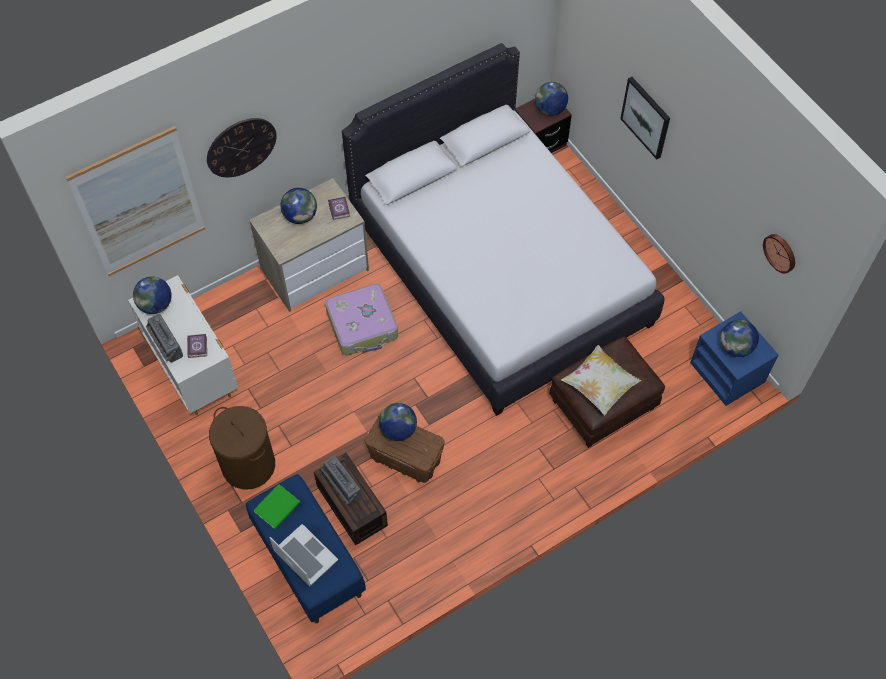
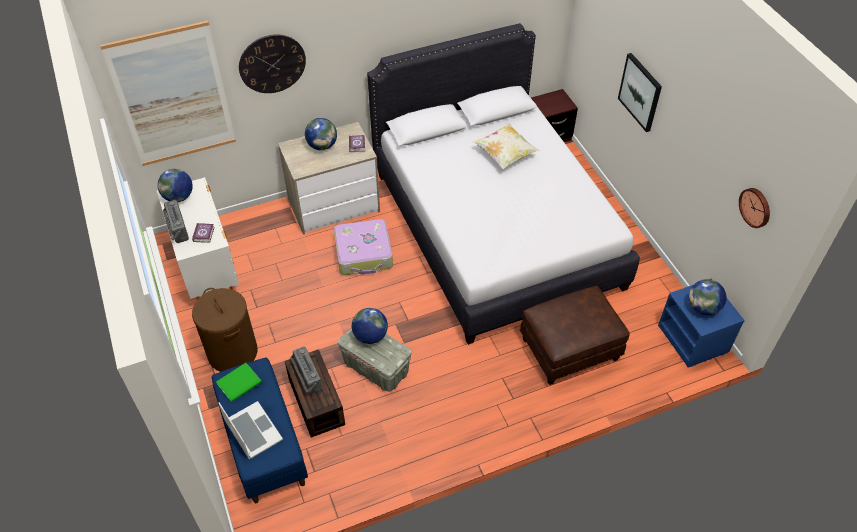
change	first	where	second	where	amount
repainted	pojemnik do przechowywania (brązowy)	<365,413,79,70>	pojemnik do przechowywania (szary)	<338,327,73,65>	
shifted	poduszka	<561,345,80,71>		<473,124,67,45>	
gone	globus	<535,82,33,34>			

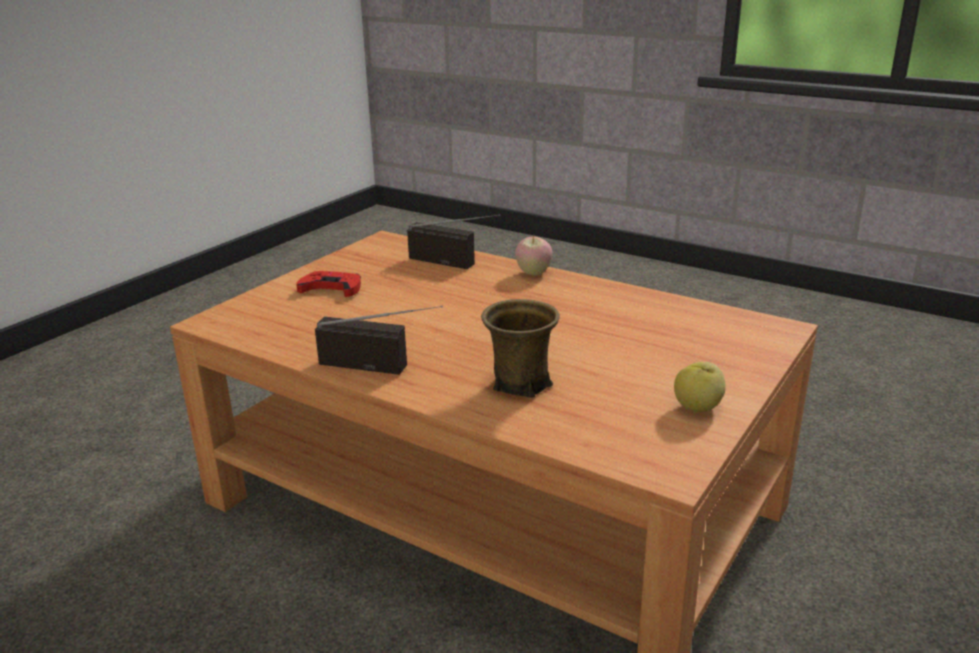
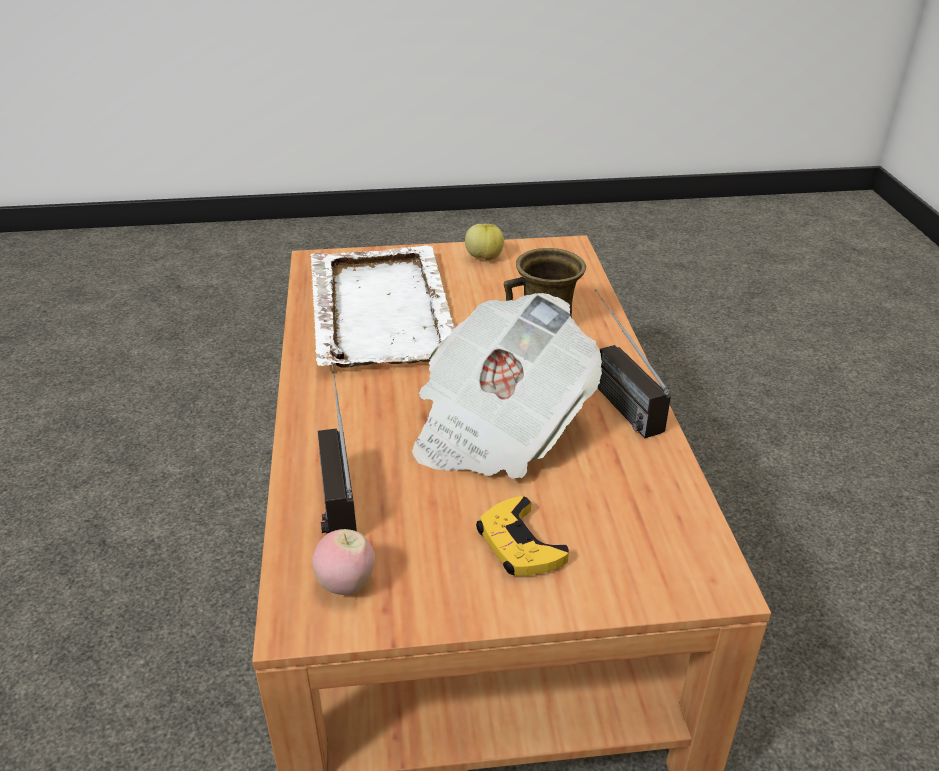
change	first	where	second	where	amount
new			taca (biały)	<311,245,144,123>	
shifted	jabłko	<515,236,38,40>		<312,529,63,66>	
new			gazeta	<412,293,190,186>	
repainted	pad do gier (czerwony)	<296,271,65,26>	pad do gier (żółty)	<476,496,93,80>	

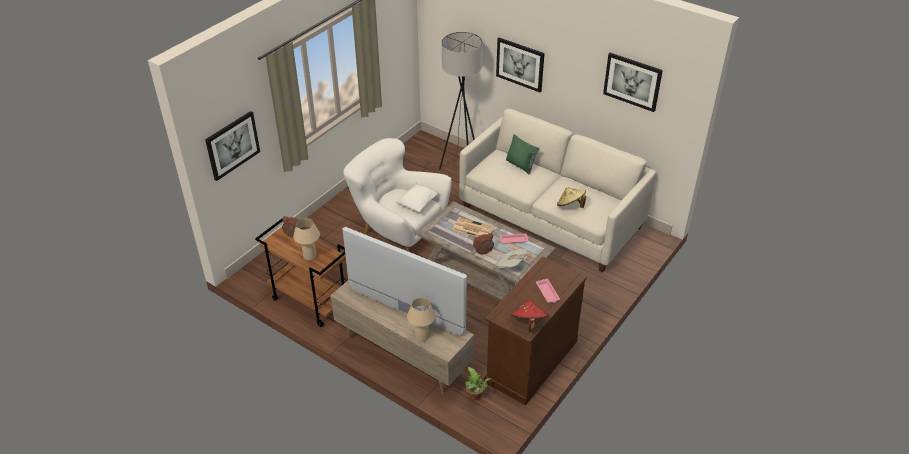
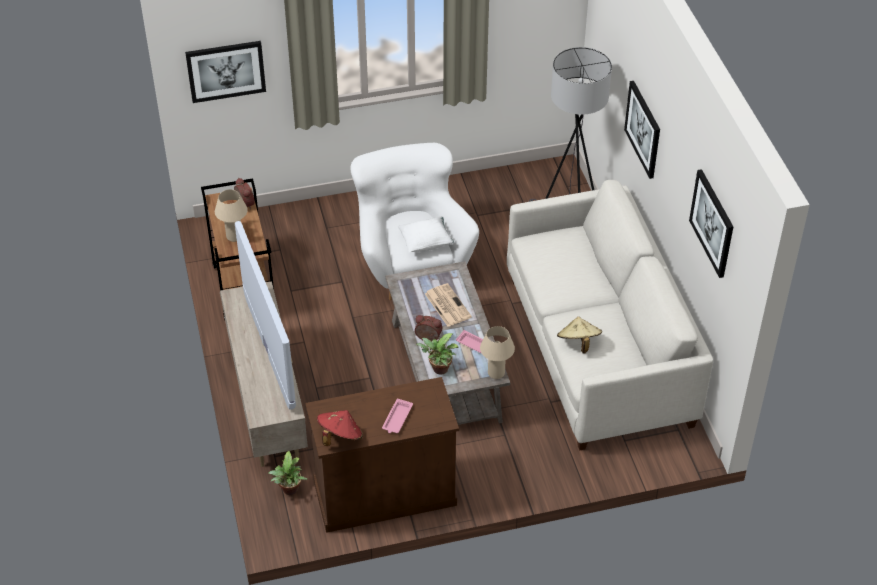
change	first	where	second	where	amount
swapped	gazeta	<495,249,33,19>	roślina doniczkowa	<416,333,43,42>	
shifted	lampa stołowa (beżowy)	<407,298,29,44>		<480,326,35,53>	
gone	poduszka (zielony)	<506,134,34,40>			

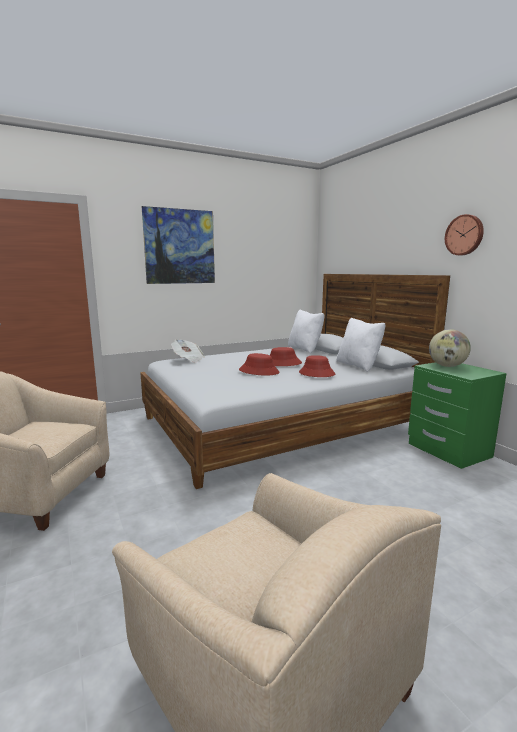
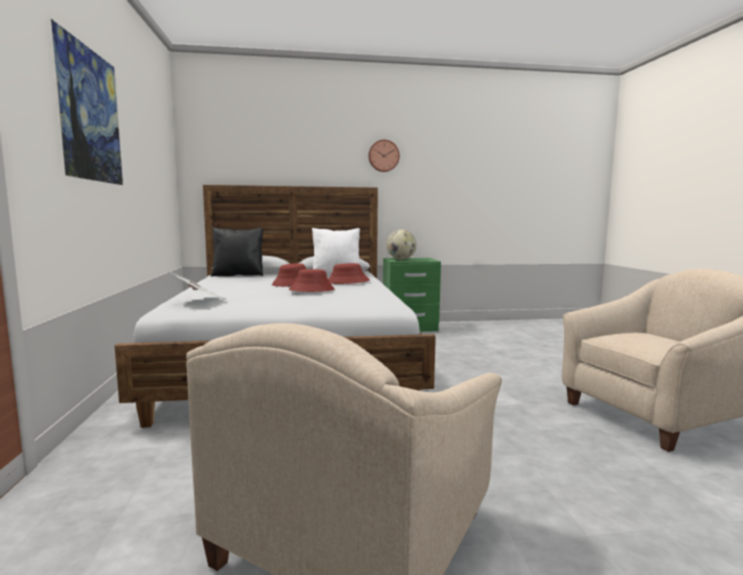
change	first	where	second	where	amount
repainted	poduszka (biały)	<288,310,36,43>	poduszka (czarny)	<211,227,52,50>	

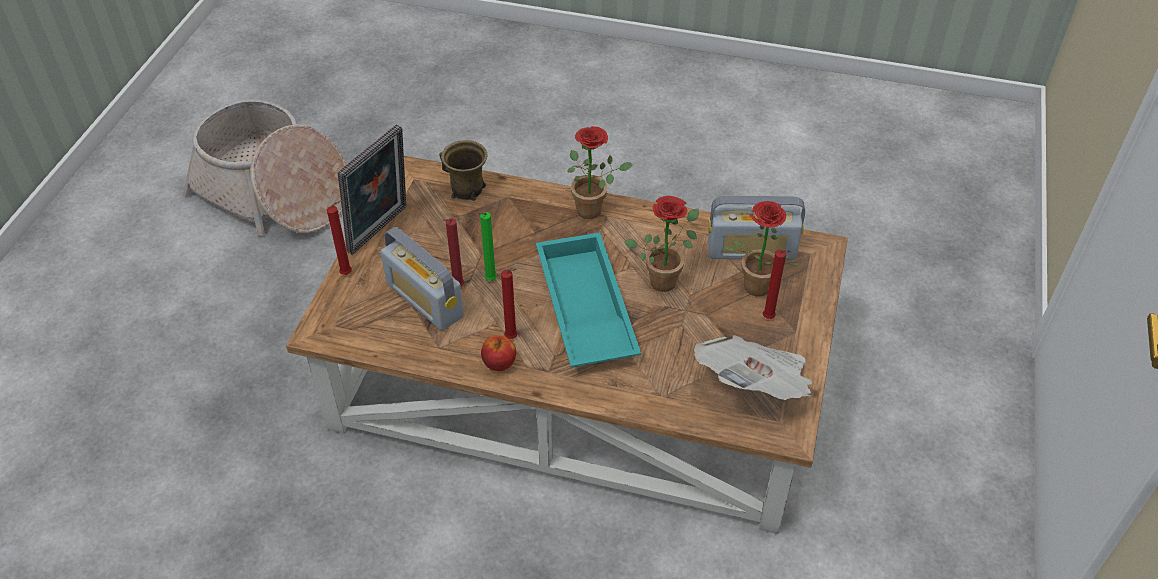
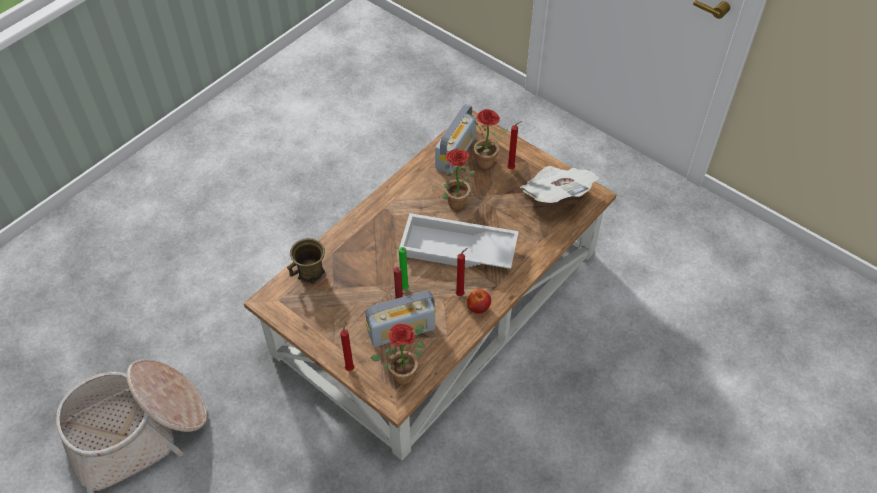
change	first	where	second	where	amount
shifted	roślina doniczkowa	<567,126,66,93>		<370,323,55,62>	
repainted	taca (turkusowy)	<536,233,105,134>	taca (biały)	<399,213,120,56>	
gone	ramka na zdjęcie	<338,124,68,131>			

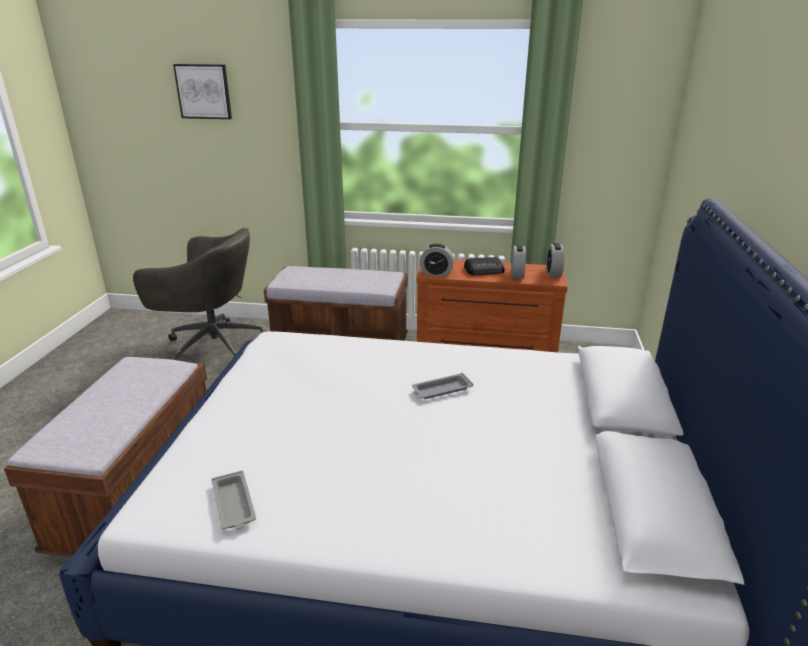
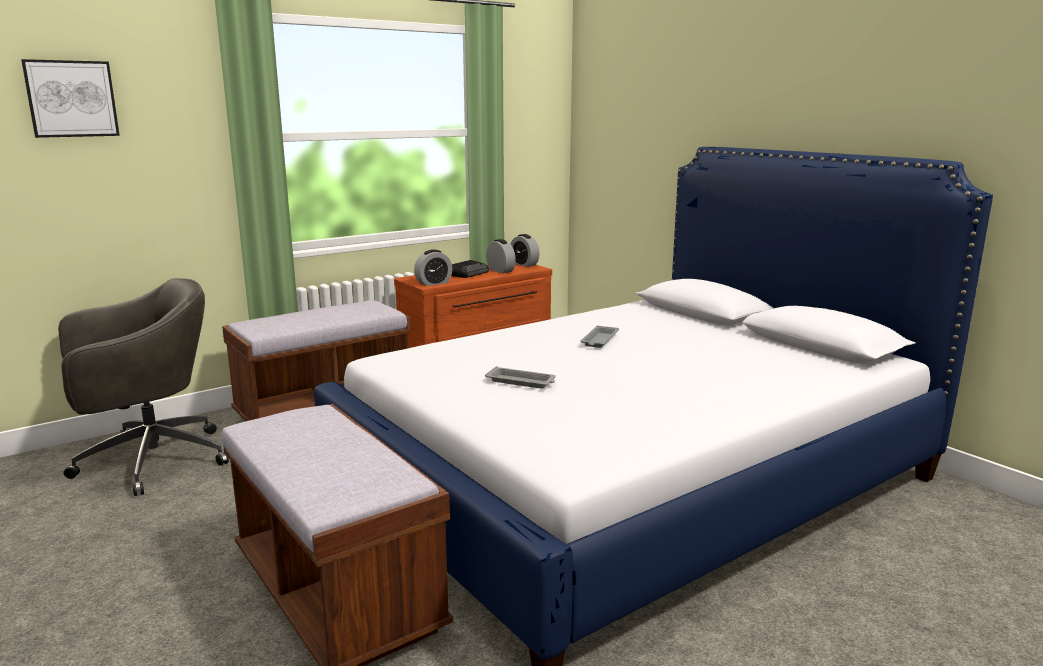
change	first	where	second	where	amount
shifted	taca (szary)	<211,471,45,58>		<485,366,71,23>	

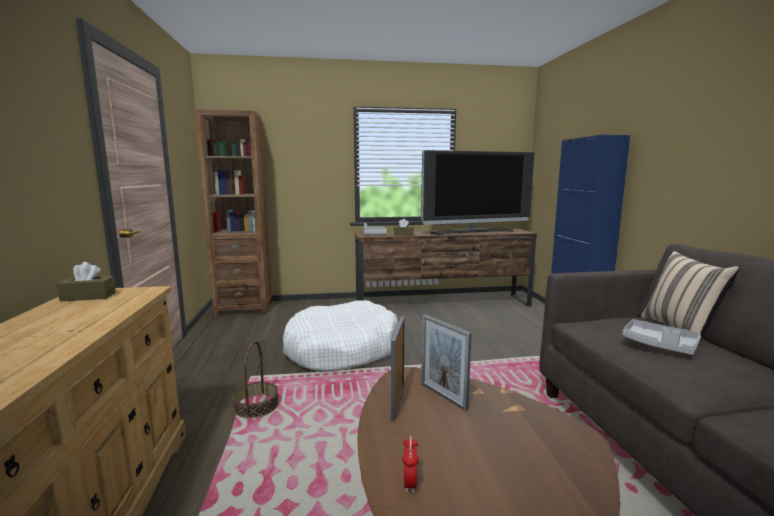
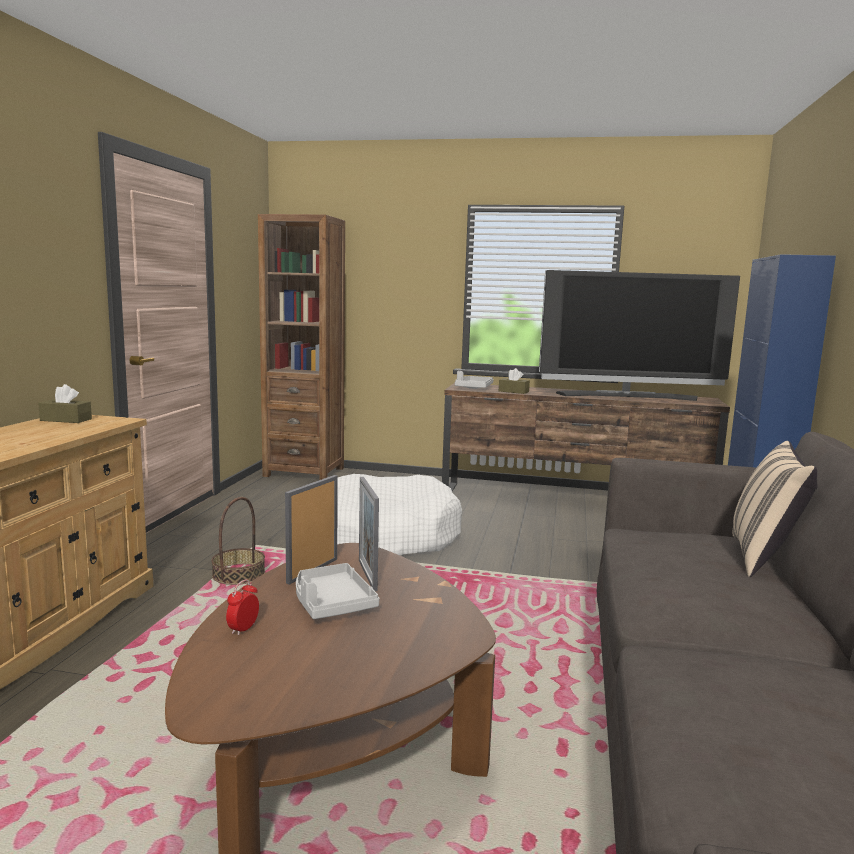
change	first	where	second	where	amount
shifted	taca (szary)	<622,319,79,36>		<296,563,84,56>	

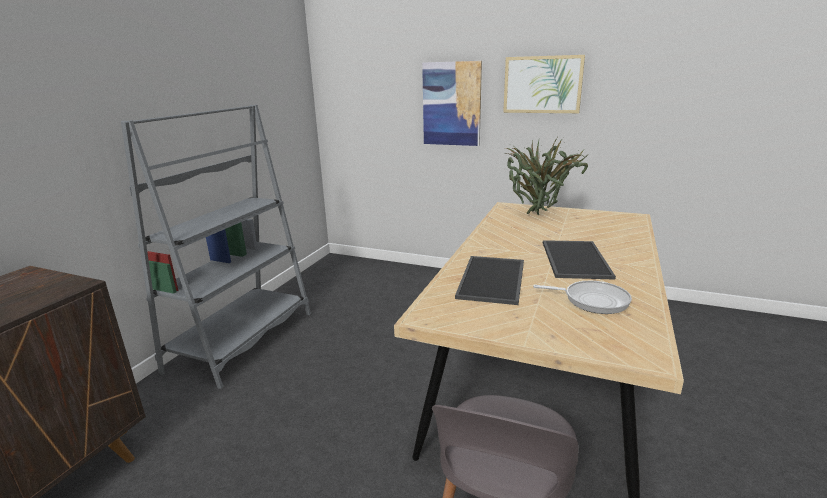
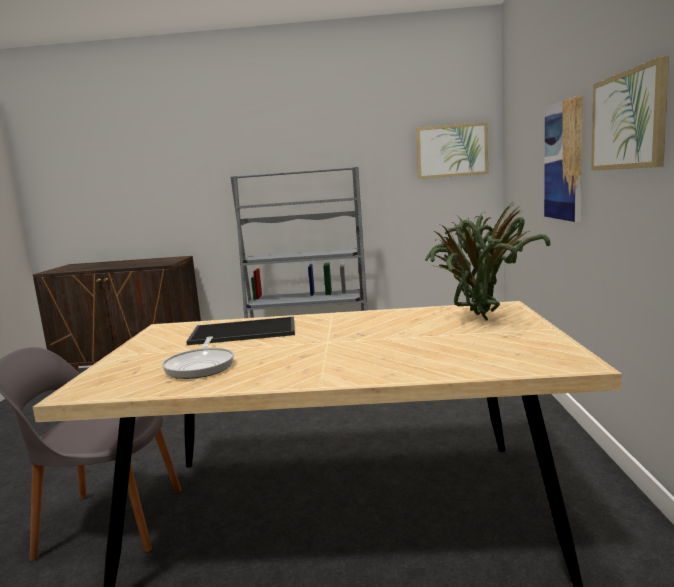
change	first	where	second	where	amount
new			obraz	<416,122,72,57>	
gone	taca	<543,240,73,40>			

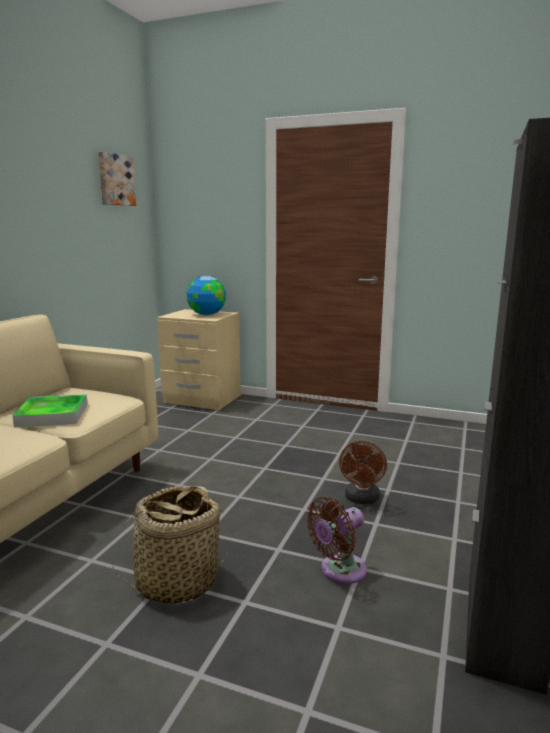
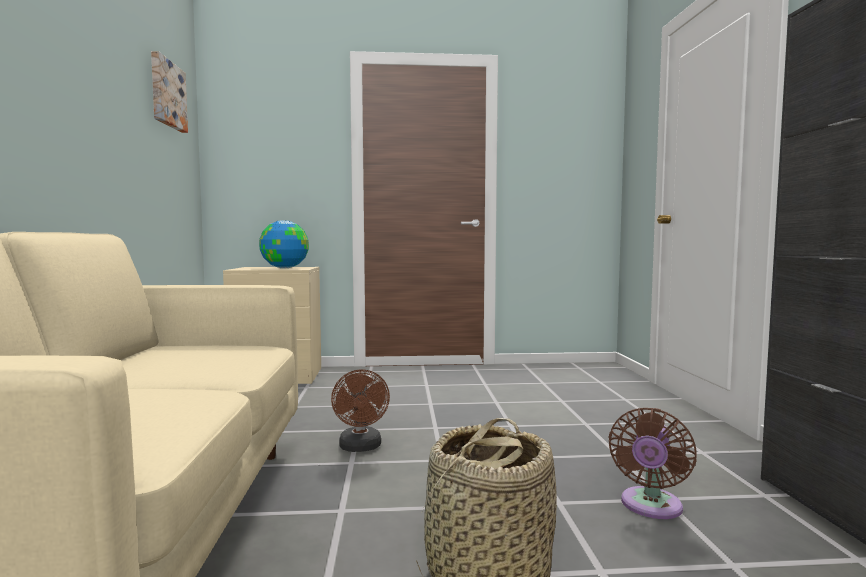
change	first	where	second	where	amount
shifted	wentylator (brązowy)	<339,441,48,63>		<331,369,59,83>	
gone	taca	<12,394,76,33>			

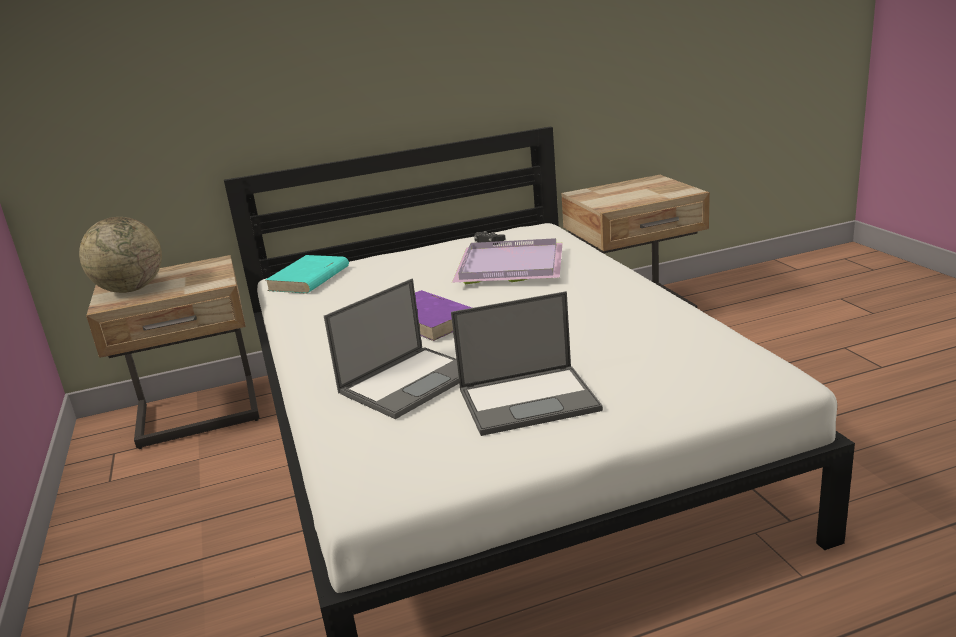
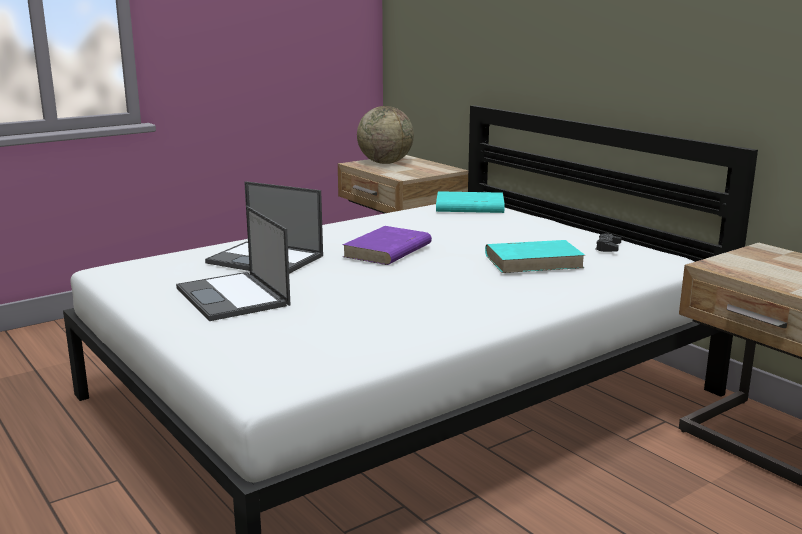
change	first	where	second	where	amount
swapped	taca (fioletowy)	<452,238,110,46>	książka (turkusowy)	<485,240,100,33>	

